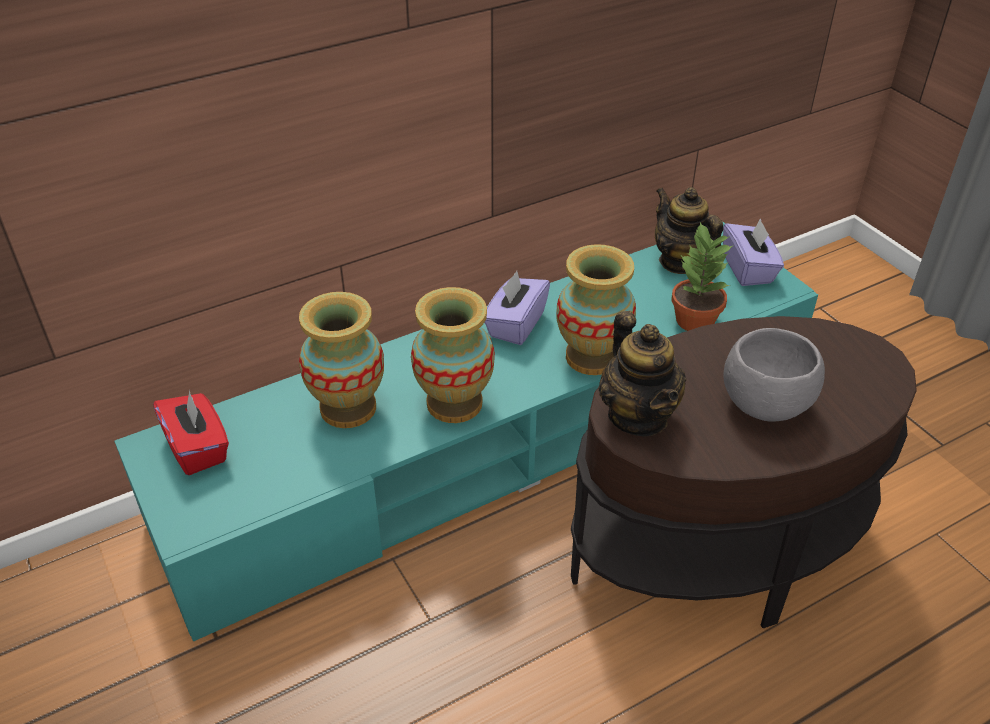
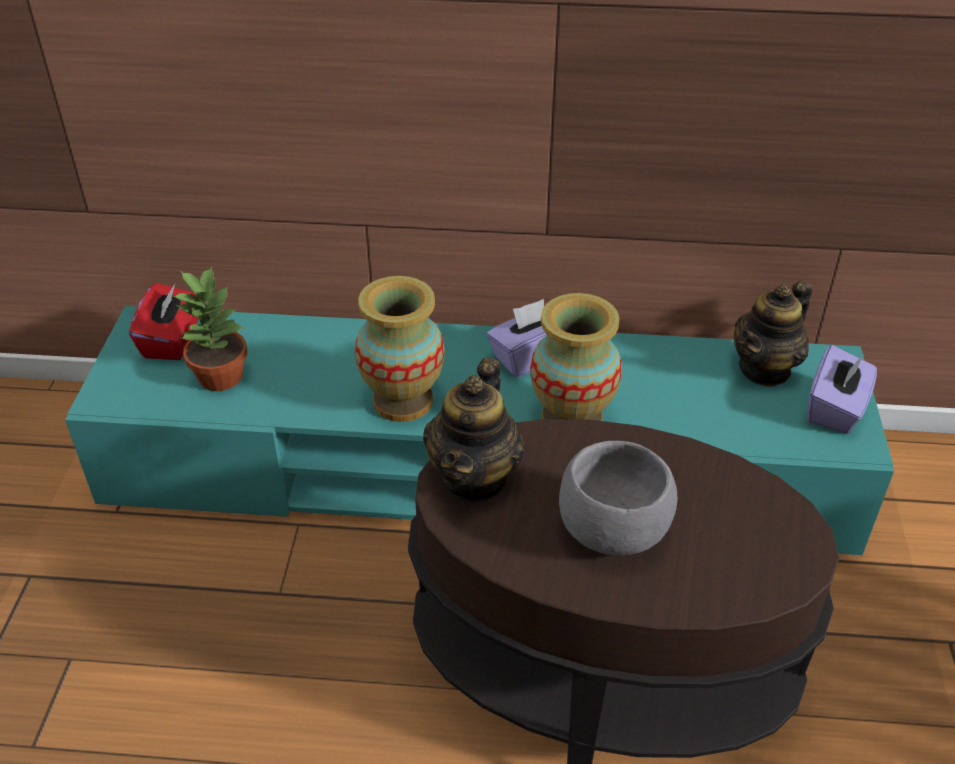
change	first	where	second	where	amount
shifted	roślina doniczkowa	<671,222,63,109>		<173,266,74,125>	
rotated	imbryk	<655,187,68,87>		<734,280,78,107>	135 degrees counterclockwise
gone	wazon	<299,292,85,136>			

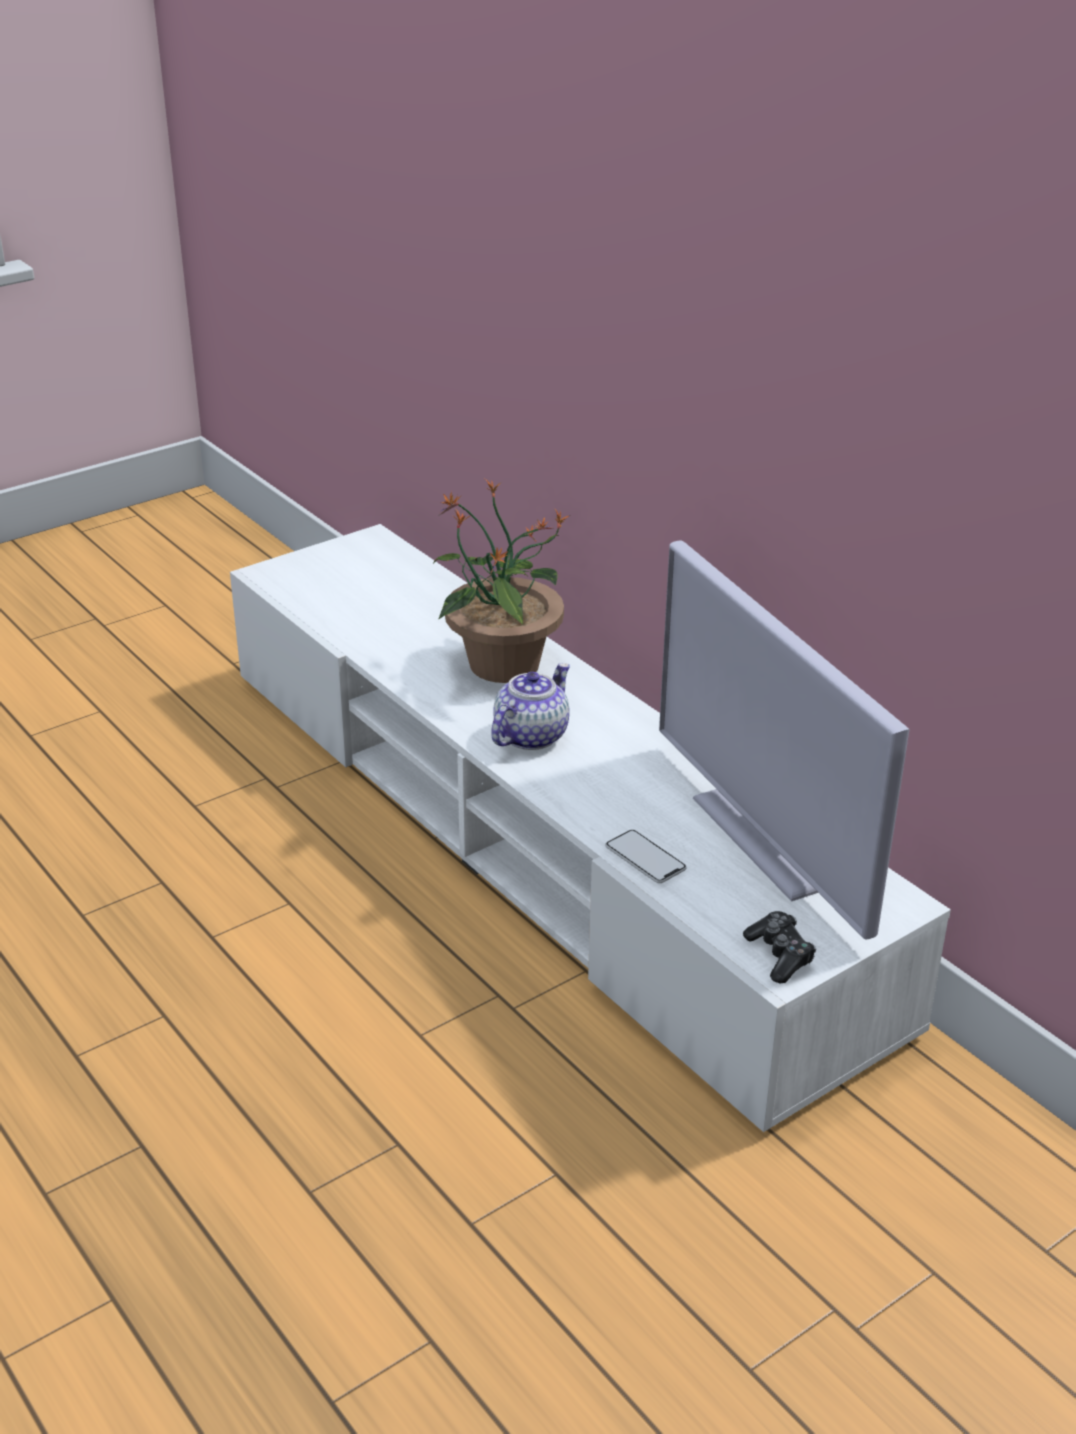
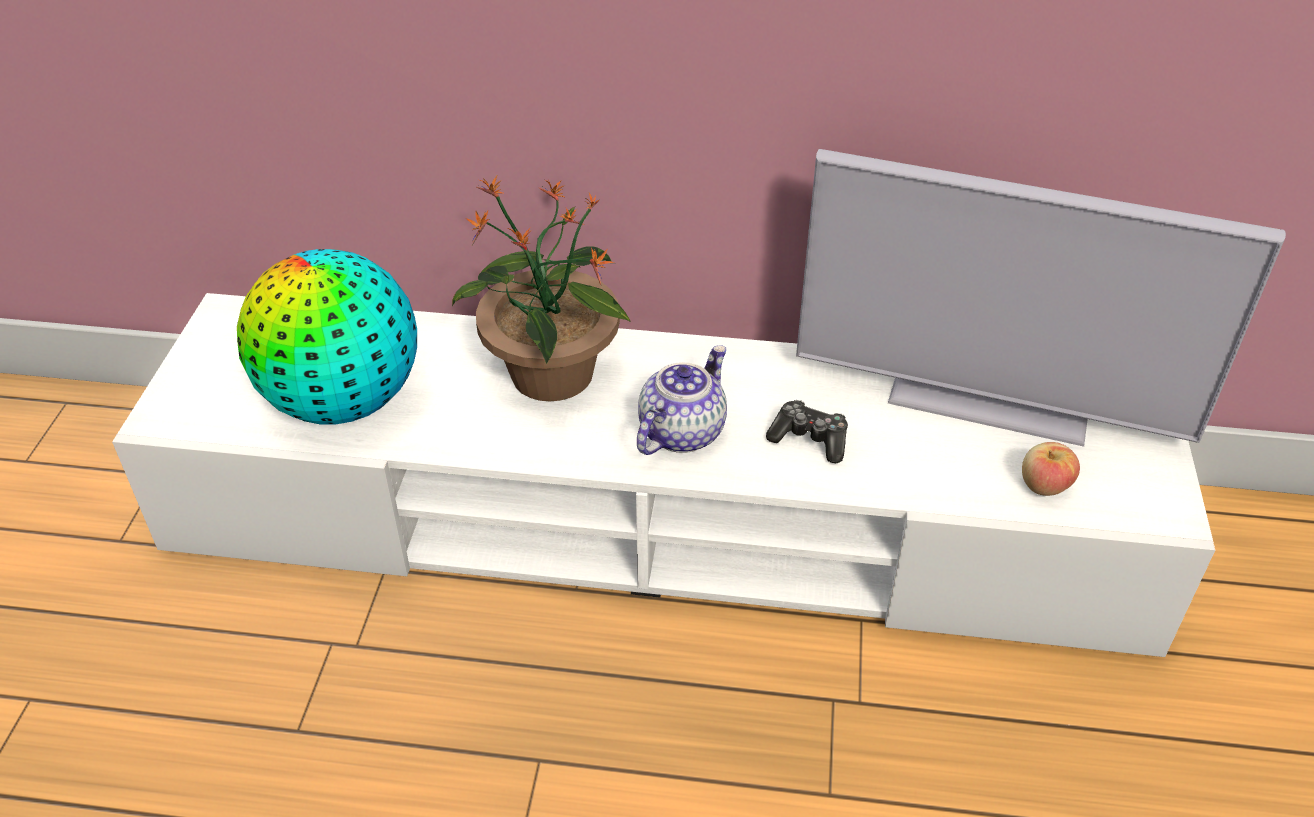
change	first	where	second	where	amount
new			globus	<237,249,180,175>	
rotated	imbryk	<491,663,79,87>		<637,345,90,110>	45 degrees clockwise
shifted	pad do gier	<743,911,73,73>		<766,400,82,63>	
new			jabłko	<1022,442,58,54>	
gone	telefon	<605,830,82,53>			

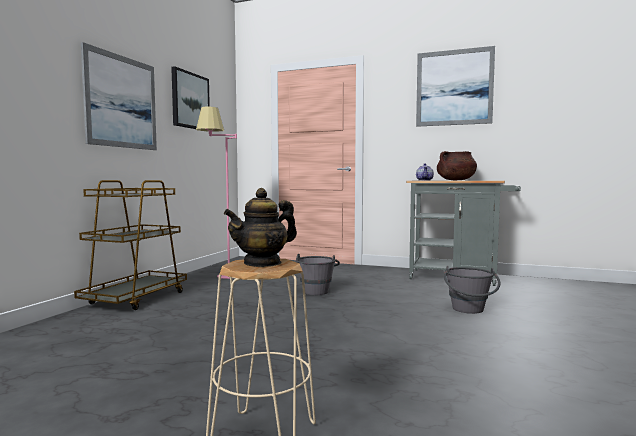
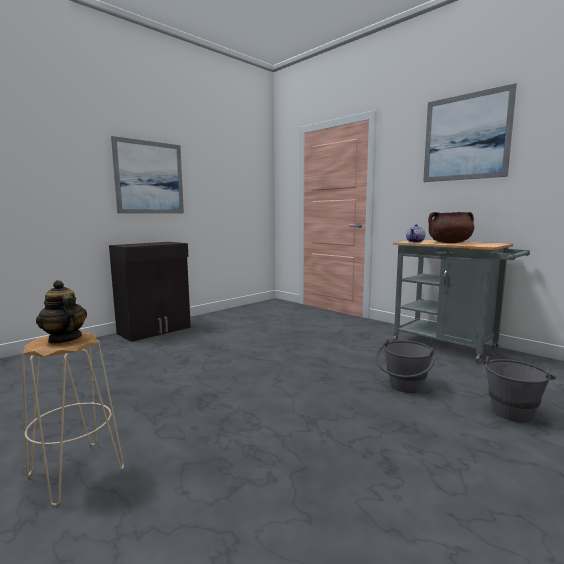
change	first	where	second	where	amount
rotated	imbryk	<224,188,73,79>		<36,280,51,64>	60 degrees clockwise
swapped	wózek (brązowy)	<74,180,113,130>	szafka (czarny)	<109,242,82,100>	
shifted	wiadro (szary)	<296,254,44,41>		<483,356,73,66>	
gone	obraz	<171,66,39,63>			
gone	lampa stojąca (różowy)	<196,107,41,172>			

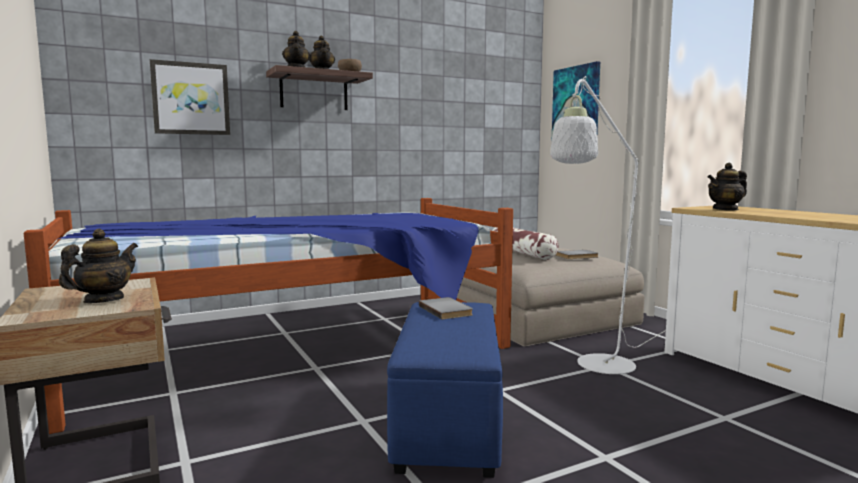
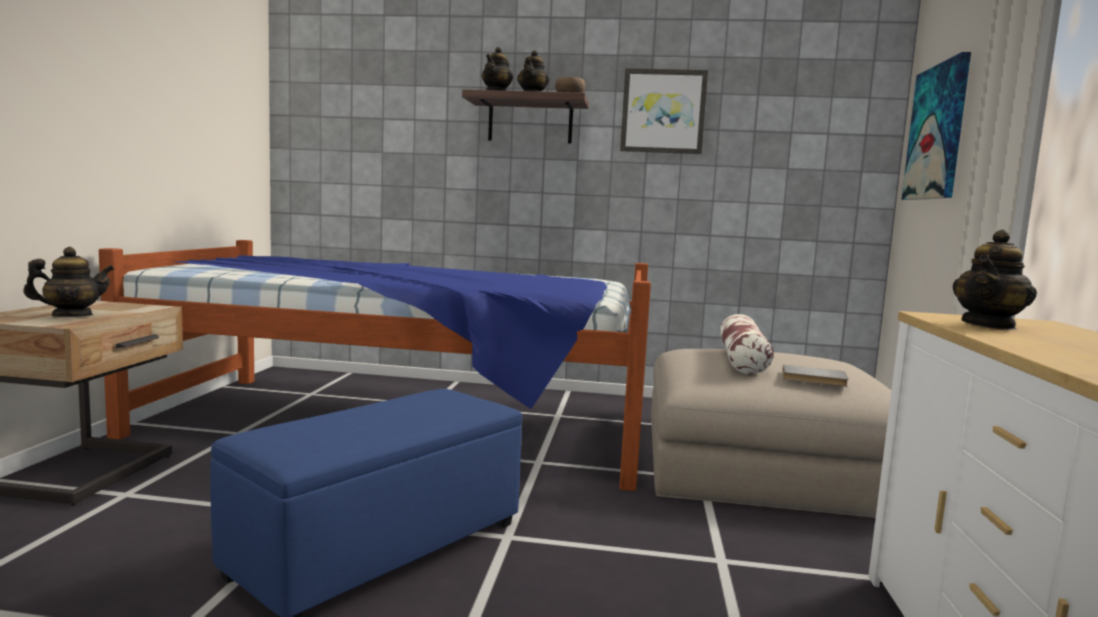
change	first	where	second	where	amount
shifted	obraz	<150,59,80,76>		<620,68,88,86>	
rotated	imbryk	<708,163,39,47>		<952,230,85,100>	60 degrees counterclockwise
gone	książka (szary)	<419,297,54,23>			
gone	lampa stojąca (biały)	<550,76,116,298>			

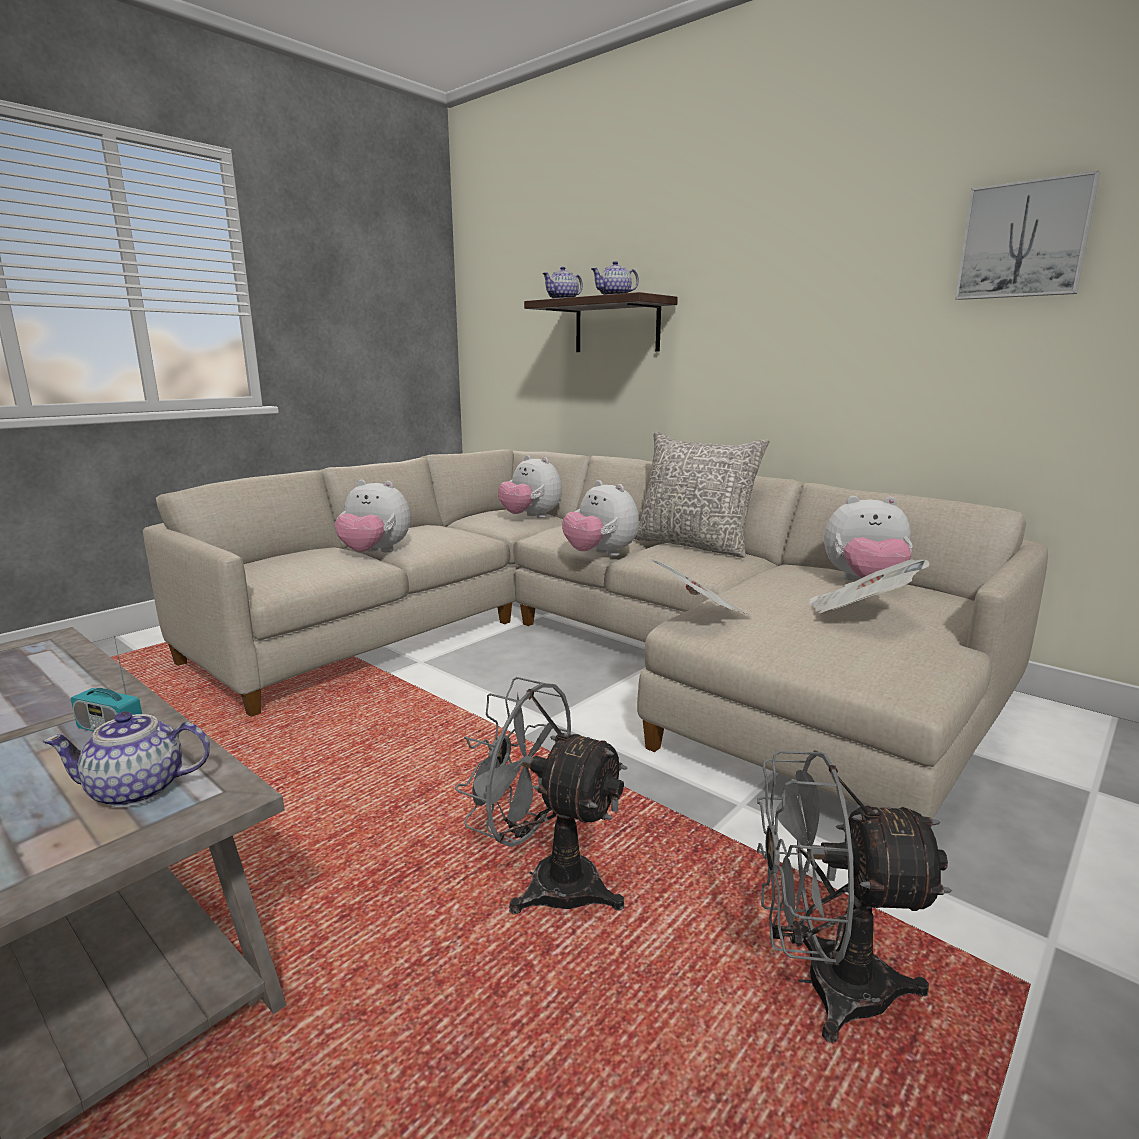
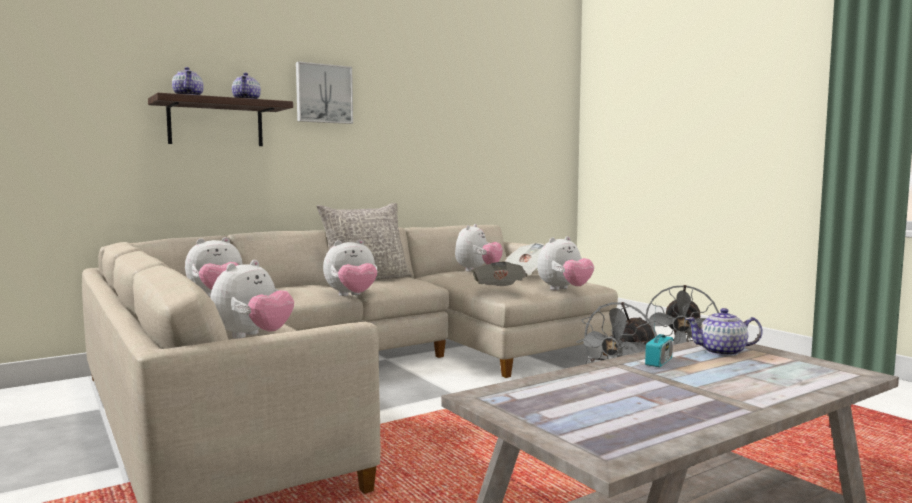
change	first	where	second	where	amount
shifted	obraz	<955,170,145,130>		<296,61,57,63>	
new			pluszak	<537,236,57,54>	
rotated	imbryk	<43,711,167,96>		<685,308,78,48>	90 degrees clockwise

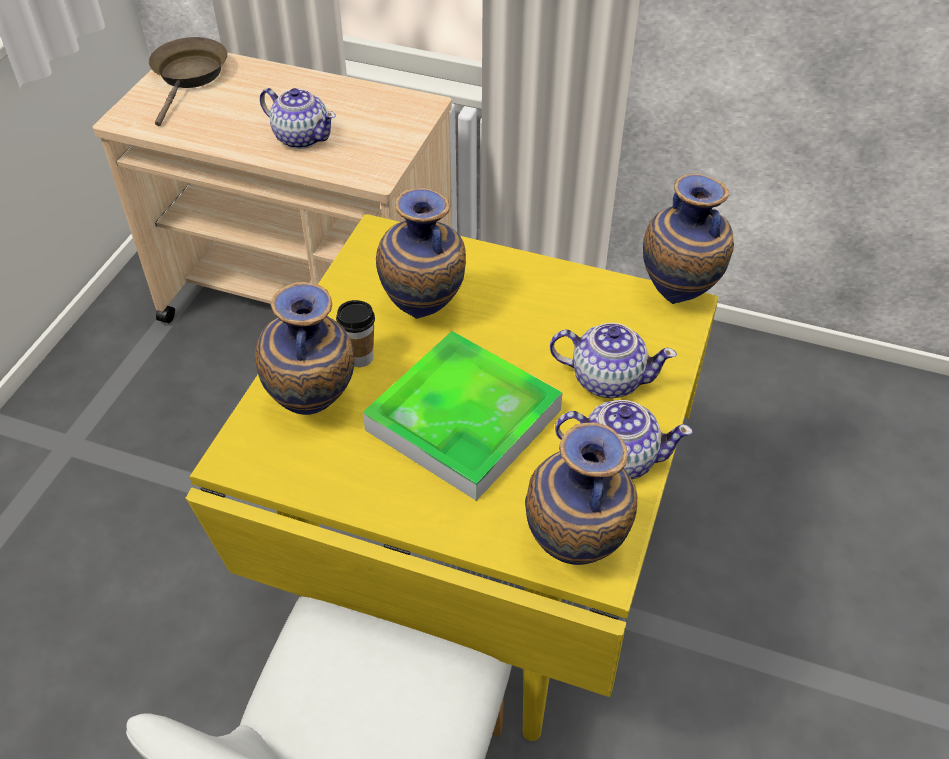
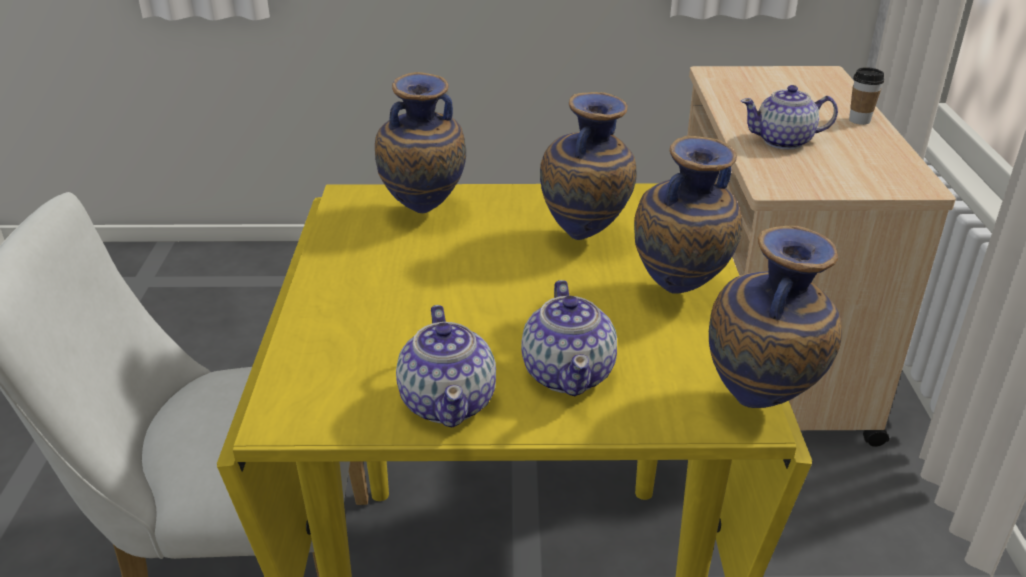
change	first	where	second	where	amount
shifted	wazon	<525,422,112,143>		<634,136,108,158>	
rotated	imbryk	<260,88,76,61>		<741,85,97,65>	75 degrees clockwise
shifted	filiżanka	<336,300,39,67>		<849,67,35,58>	
gone	patelnia (brązowy)	<149,37,79,89>			
gone	taca	<363,331,200,170>			

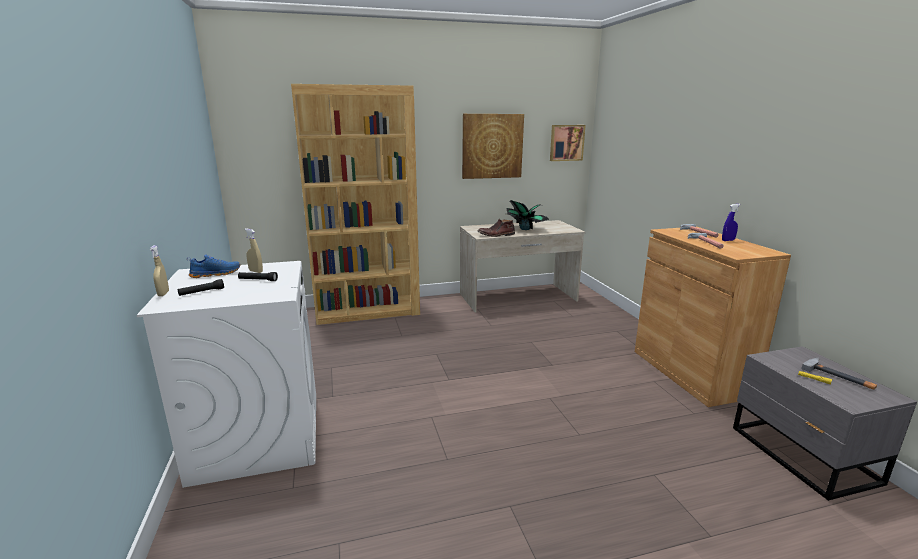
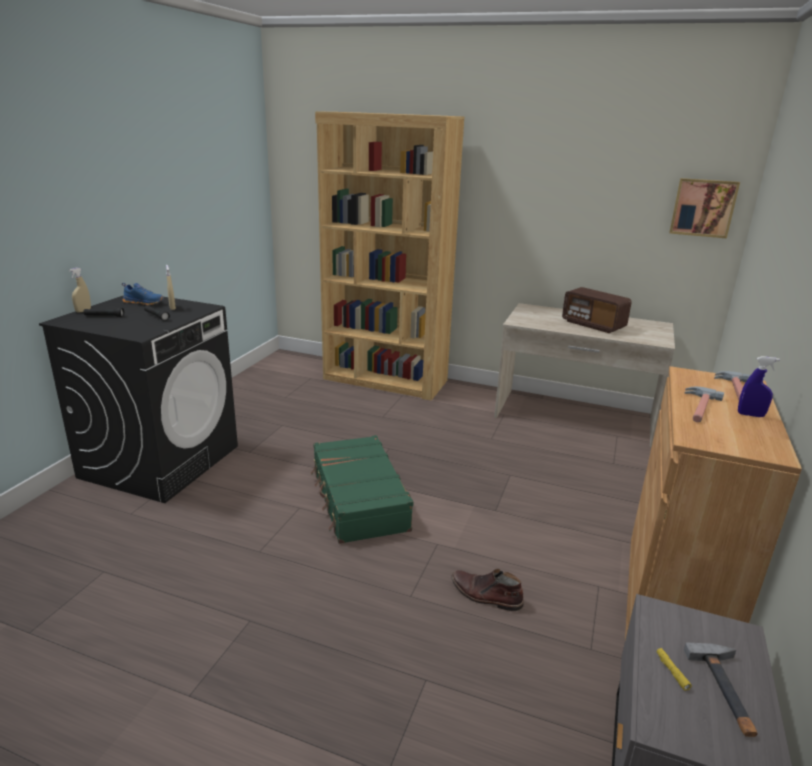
change	first	where	second	where	amount
repainted	pralka (biały)	<137,261,179,227>	pralka (czarny)	<39,296,199,207>	
new			walizka (zielony)	<311,435,102,109>	
shifted	but z cholewką (brązowy)	<478,219,37,18>		<451,568,73,43>	
swapped	roślina doniczkowa	<506,200,43,30>	radio	<562,287,70,46>	
gone	obraz	<462,114,62,65>			

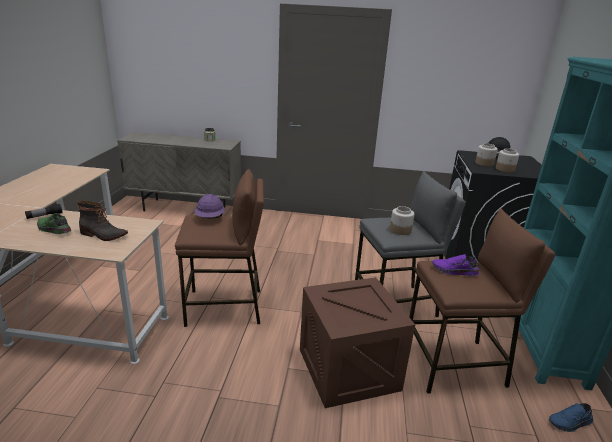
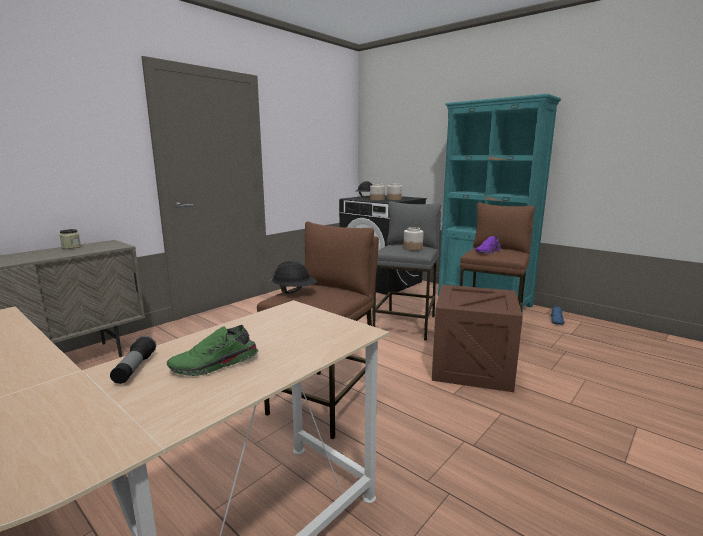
change	first	where	second	where	amount
repainted	kask (fioletowy)	<194,194,31,25>	kask (czarny)	<272,260,45,34>	
gone	but z cholewką	<77,201,51,40>			

